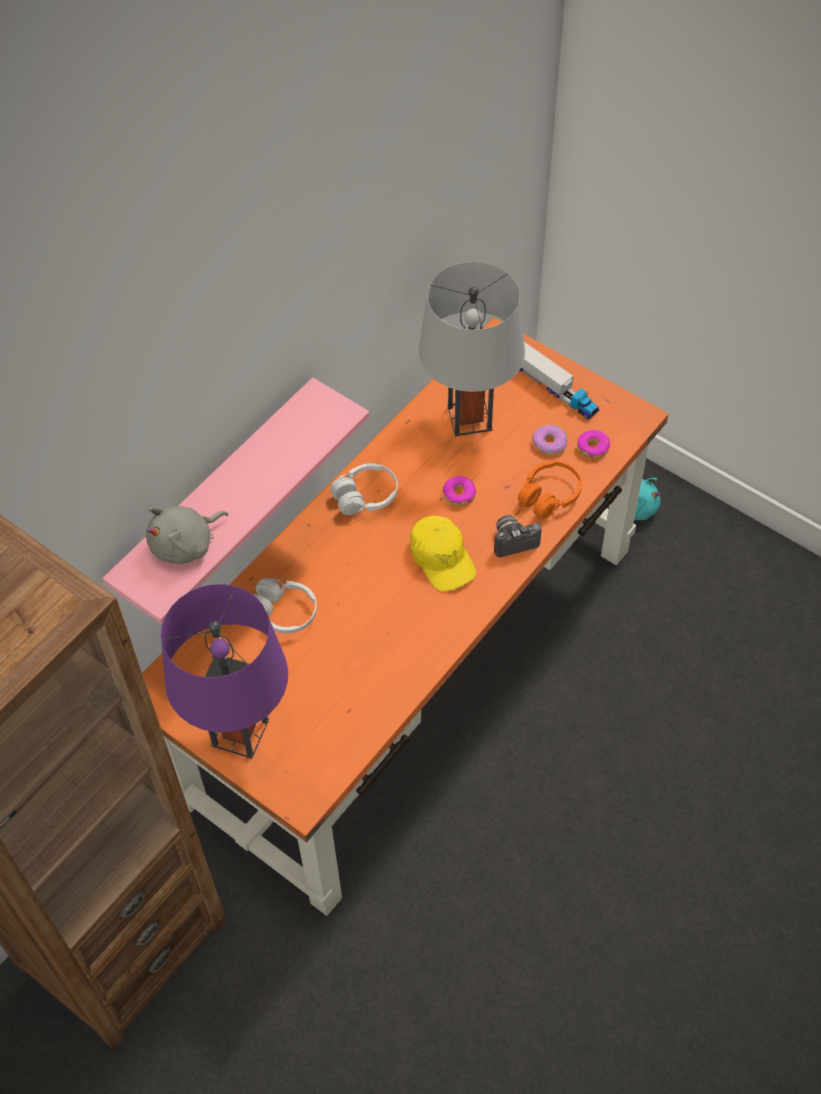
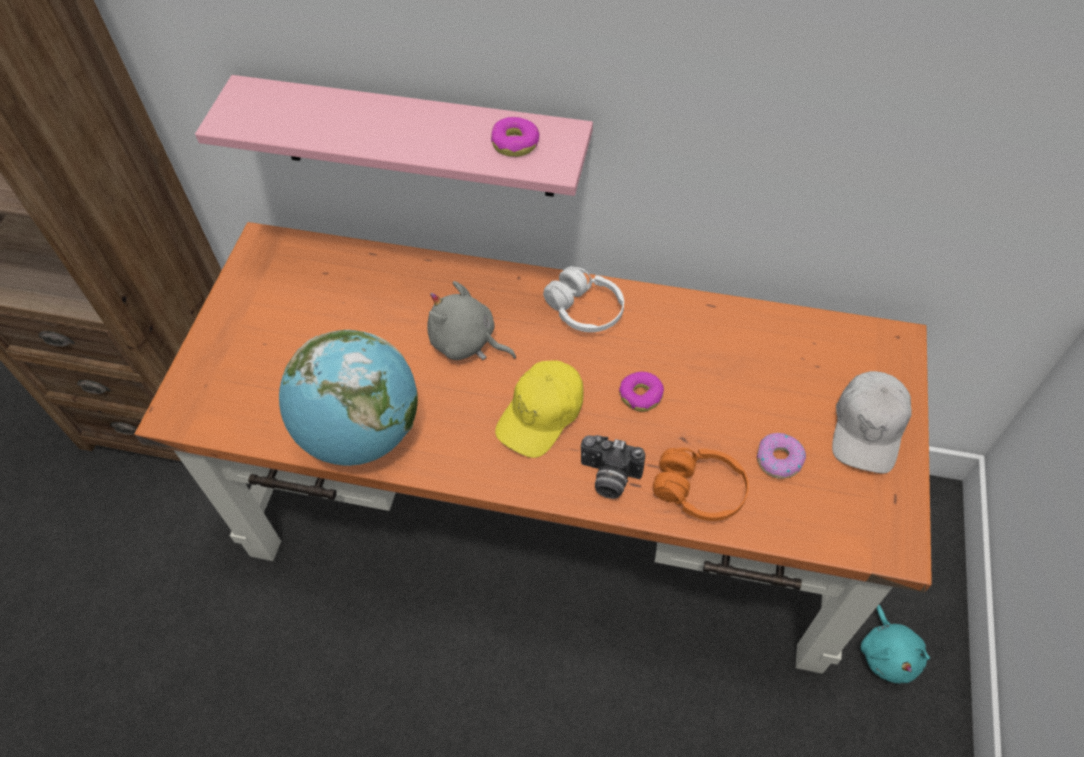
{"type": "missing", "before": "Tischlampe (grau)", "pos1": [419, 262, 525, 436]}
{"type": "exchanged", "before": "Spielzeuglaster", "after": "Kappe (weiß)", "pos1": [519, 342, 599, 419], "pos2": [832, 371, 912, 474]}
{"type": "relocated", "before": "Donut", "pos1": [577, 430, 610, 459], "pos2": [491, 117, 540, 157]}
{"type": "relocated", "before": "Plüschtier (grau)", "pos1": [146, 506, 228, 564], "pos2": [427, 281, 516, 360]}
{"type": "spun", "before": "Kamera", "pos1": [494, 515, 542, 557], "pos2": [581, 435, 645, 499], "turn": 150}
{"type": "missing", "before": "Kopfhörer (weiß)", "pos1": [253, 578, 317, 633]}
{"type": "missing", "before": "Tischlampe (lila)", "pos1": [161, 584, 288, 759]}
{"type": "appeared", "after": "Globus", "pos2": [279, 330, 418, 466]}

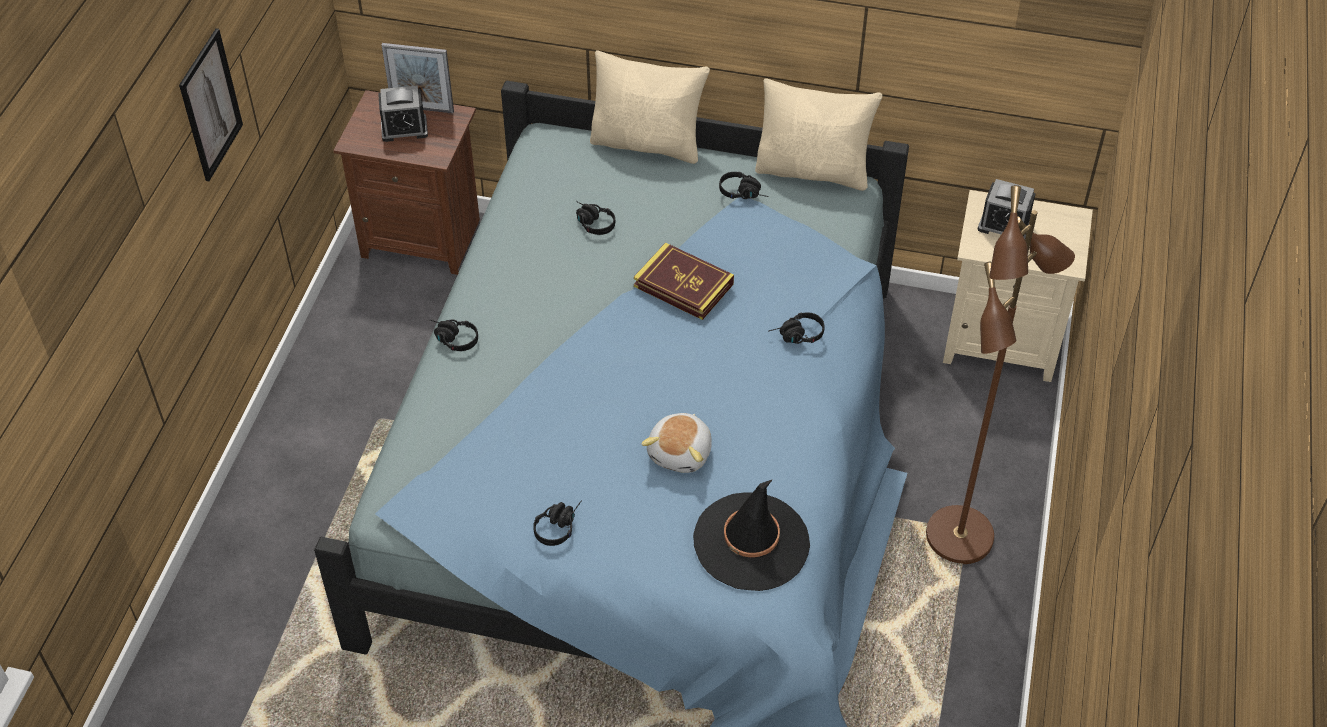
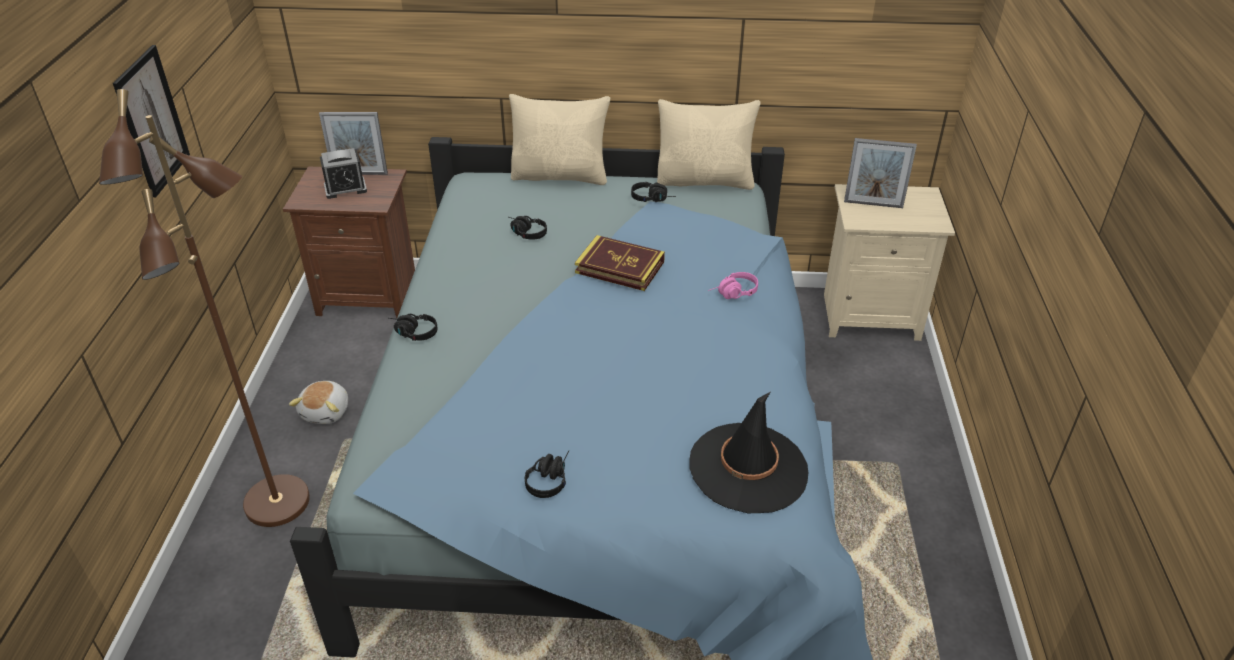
{"type": "exchanged", "before": "Wecker", "after": "Bilderrahmen", "pos1": [978, 179, 1036, 239], "pos2": [844, 138, 917, 208]}
{"type": "relocated", "before": "Stehlampe (braun)", "pos1": [926, 185, 1075, 564], "pos2": [99, 89, 310, 527]}
{"type": "colour", "before": "Kopfhörer (schwarz)", "after": "Kopfhörer (rosa)", "pos1": [768, 312, 825, 344], "pos2": [708, 272, 758, 299]}
{"type": "relocated", "before": "Plüschtier", "pos1": [641, 413, 712, 473], "pos2": [289, 381, 348, 424]}

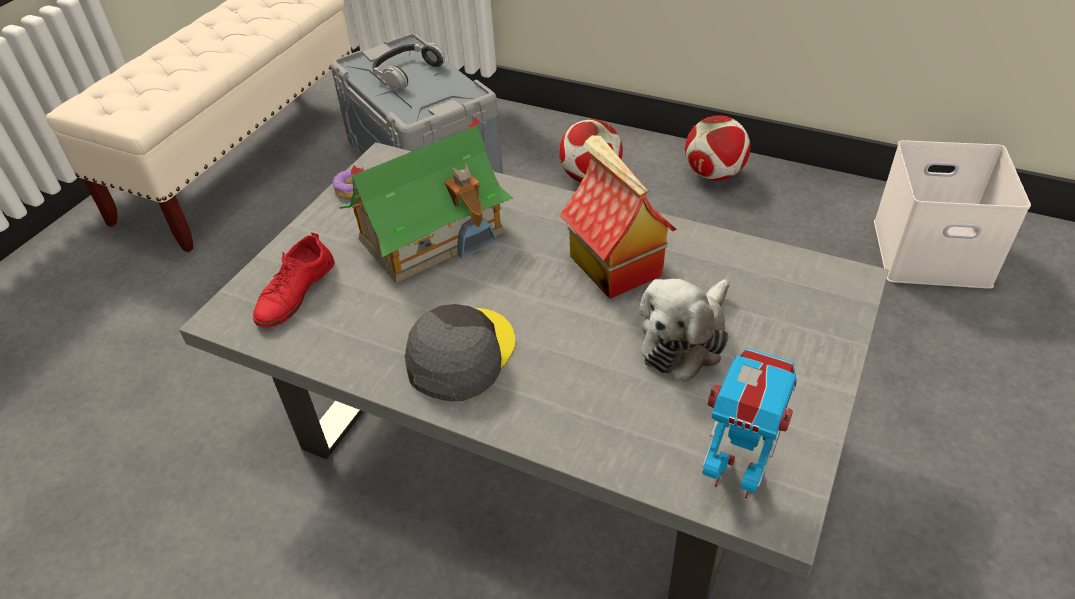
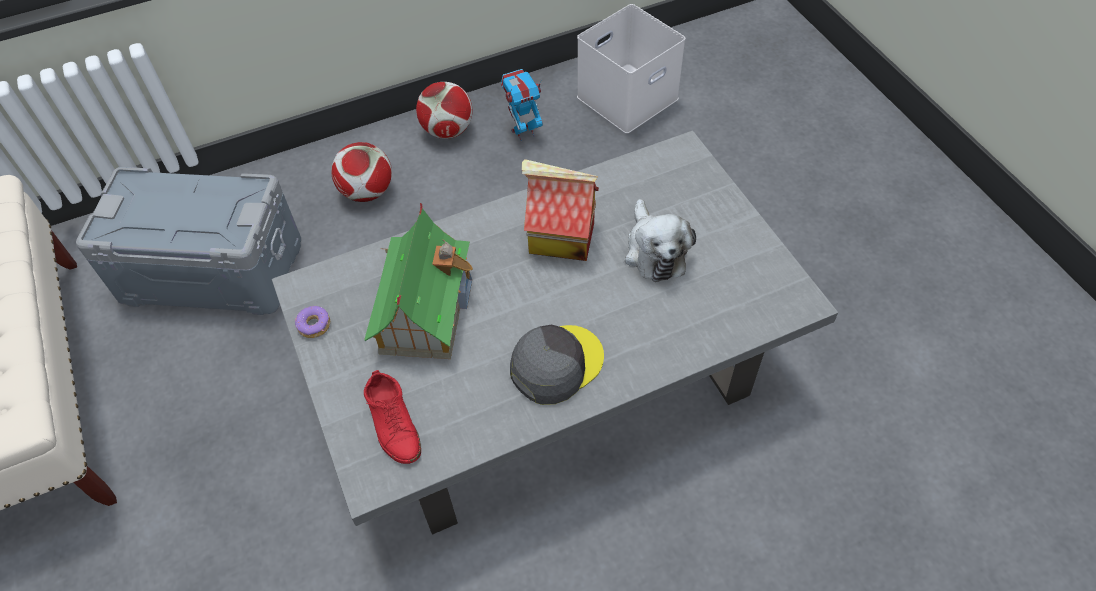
{"type": "missing", "before": "Kopfhörer", "pos1": [372, 43, 445, 90]}
{"type": "spun", "before": "Kappe (grau)", "pos1": [405, 304, 515, 402], "pos2": [510, 325, 604, 405], "turn": 75}
{"type": "relocated", "before": "Spielzeugroboter", "pos1": [702, 348, 797, 498], "pos2": [501, 69, 543, 141]}

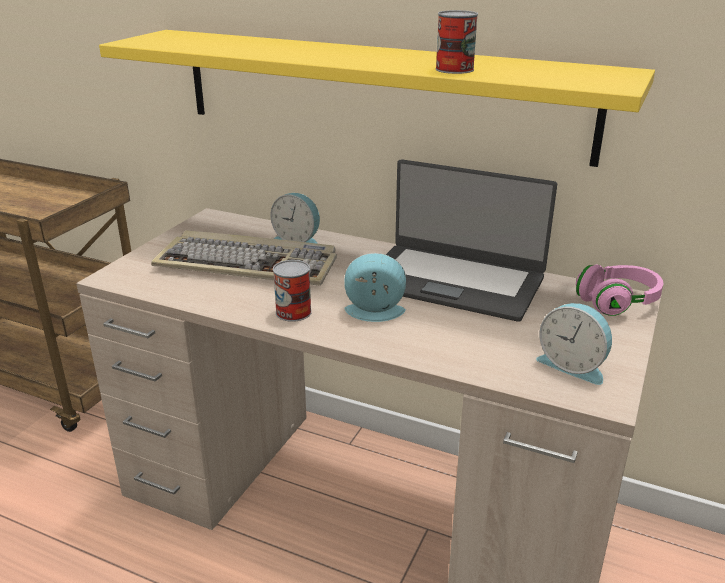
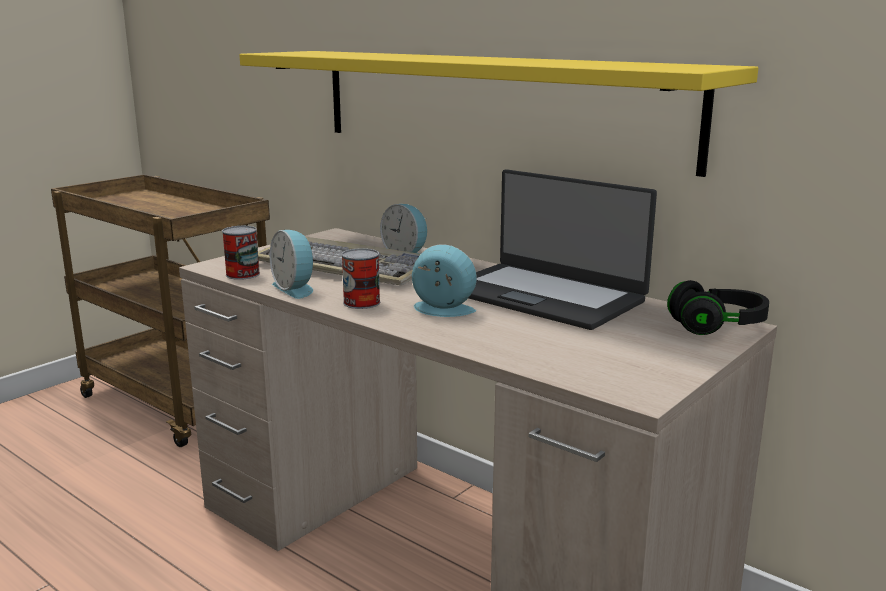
{"type": "relocated", "before": "Dose", "pos1": [435, 10, 478, 74], "pos2": [222, 226, 260, 280]}
{"type": "colour", "before": "Kopfhörer (rosa)", "after": "Kopfhörer (schwarz)", "pos1": [576, 265, 663, 316], "pos2": [667, 280, 769, 335]}
{"type": "relocated", "before": "Wecker", "pos1": [536, 303, 612, 385], "pos2": [270, 230, 315, 299]}

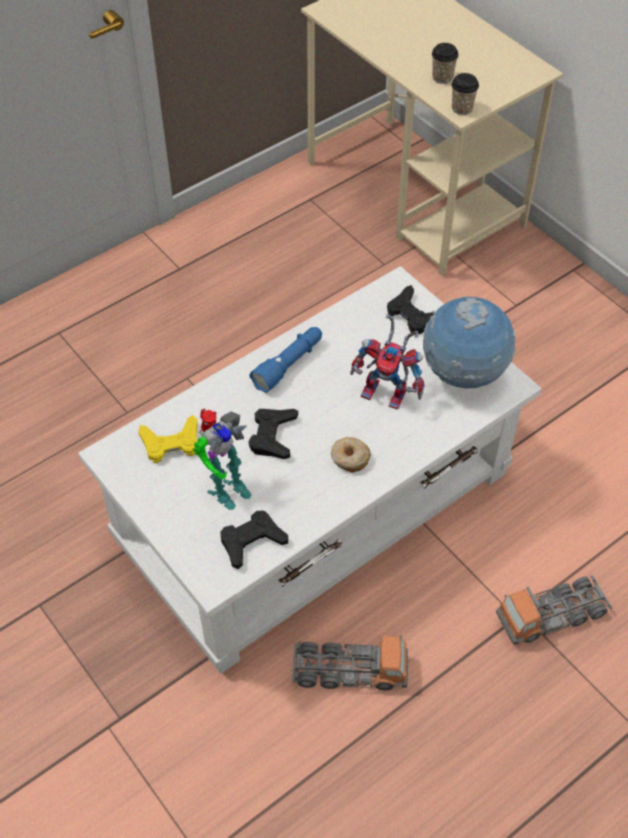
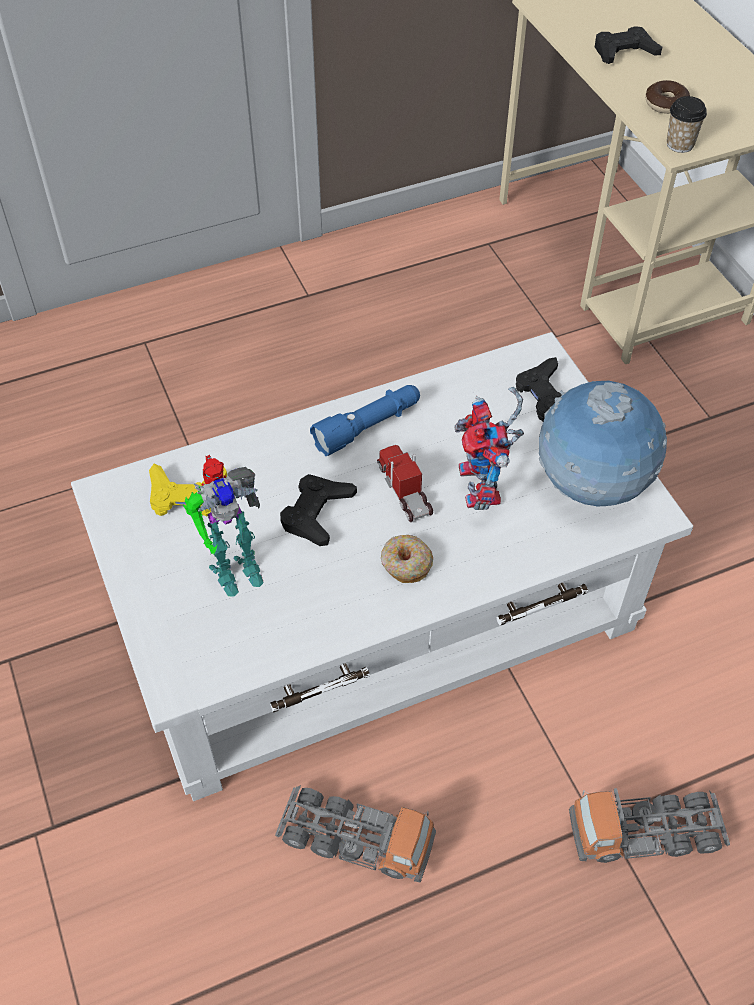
{"type": "exchanged", "before": "Tasse", "after": "Donut", "pos1": [432, 43, 459, 84], "pos2": [645, 80, 690, 114]}
{"type": "spun", "before": "Spielzeugroboter", "pos1": [350, 314, 425, 409], "pos2": [454, 387, 524, 510], "turn": 45}
{"type": "relocated", "before": "Gamepad (schwarz)", "pos1": [220, 510, 288, 569], "pos2": [595, 26, 662, 64]}
{"type": "appeared", "after": "Spielzeuglaster", "pos2": [377, 445, 433, 522]}

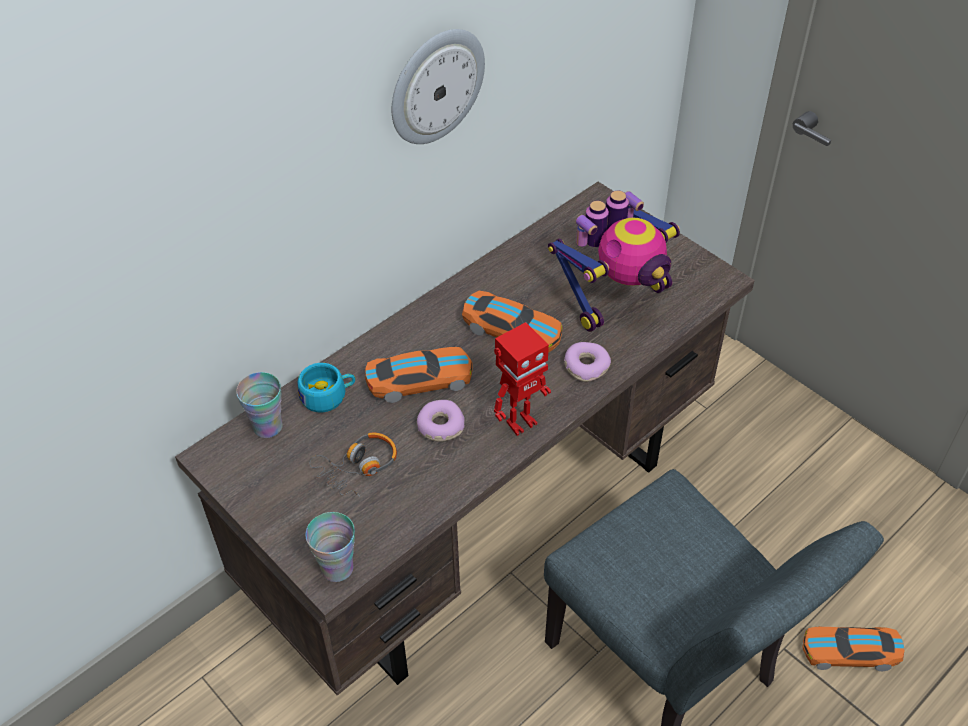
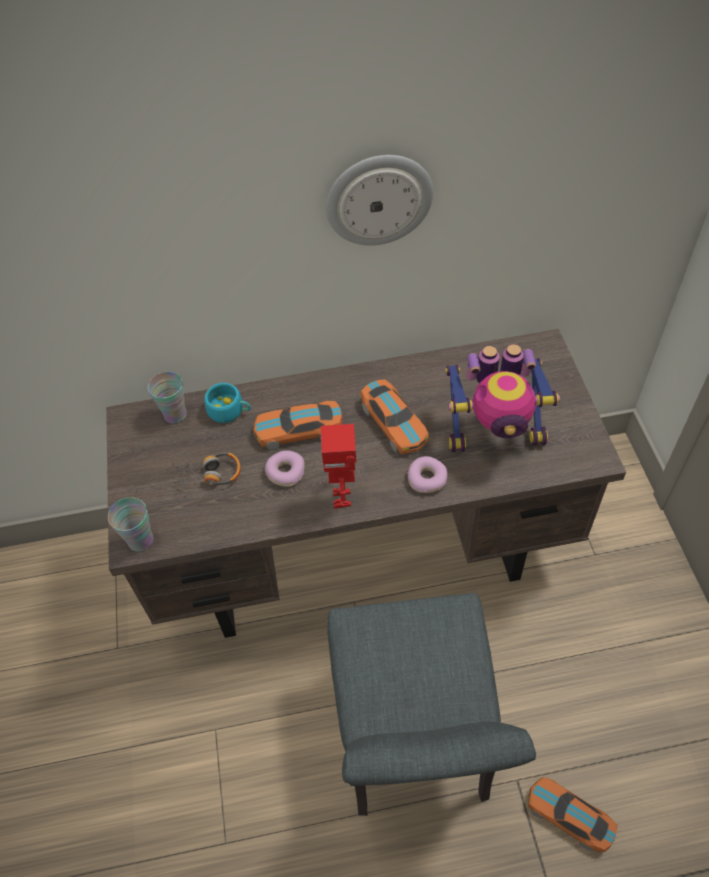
{"type": "spun", "before": "Spielzeugroboter", "pos1": [494, 322, 551, 436], "pos2": [321, 424, 356, 509], "turn": 90}
{"type": "spun", "before": "Spielzeugauto", "pos1": [365, 347, 473, 403], "pos2": [253, 401, 343, 450], "turn": 150}

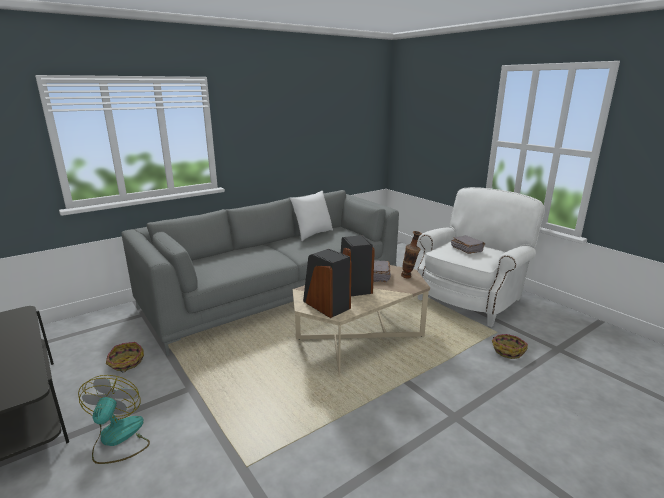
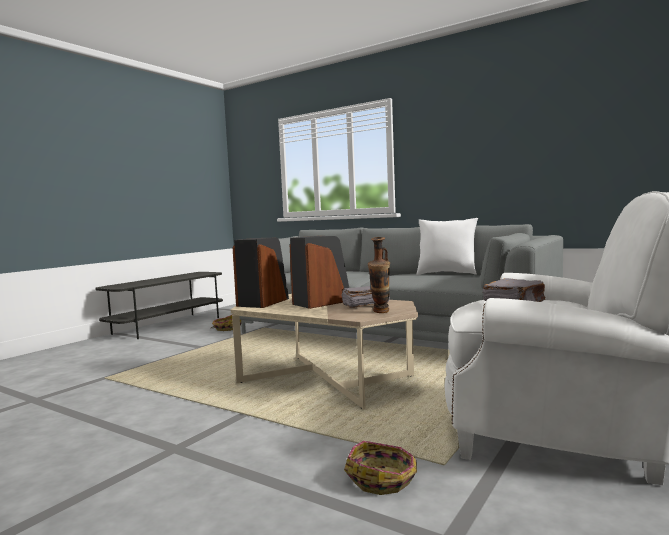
{"type": "missing", "before": "Ventilator", "pos1": [78, 375, 150, 464]}

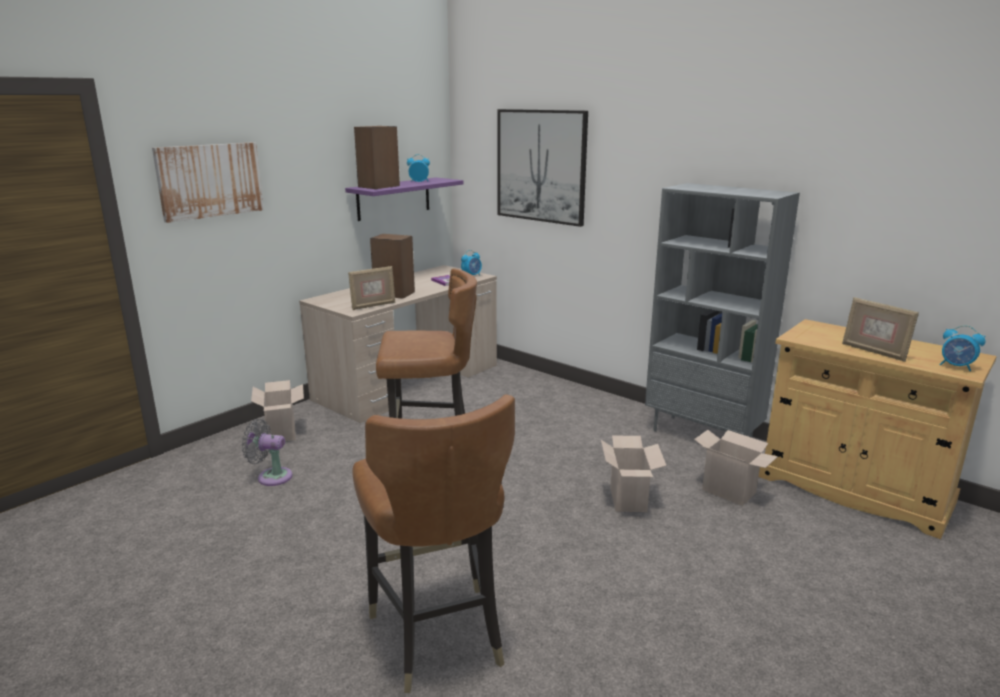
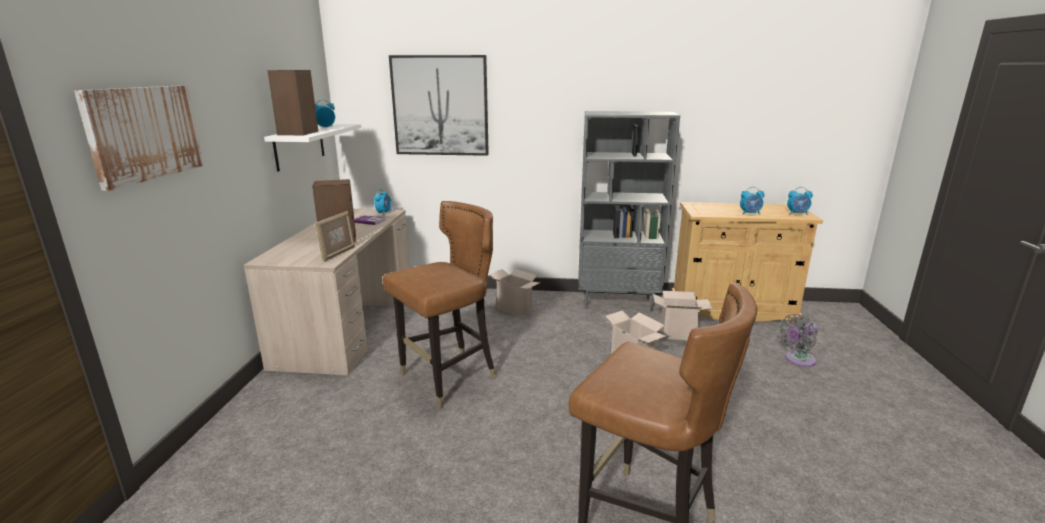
{"type": "colour", "before": "Wandregal (lila)", "after": "Wandregal (weiß)", "pos1": [345, 177, 463, 221], "pos2": [264, 124, 361, 172]}
{"type": "exchanged", "before": "Bilderrahmen", "after": "Wecker", "pos1": [842, 297, 919, 362], "pos2": [740, 187, 764, 215]}
{"type": "relocated", "before": "Karton", "pos1": [251, 380, 304, 441], "pos2": [489, 269, 539, 317]}
{"type": "relocated", "before": "Ventilator (grau)", "pos1": [242, 419, 293, 486], "pos2": [780, 314, 818, 367]}

